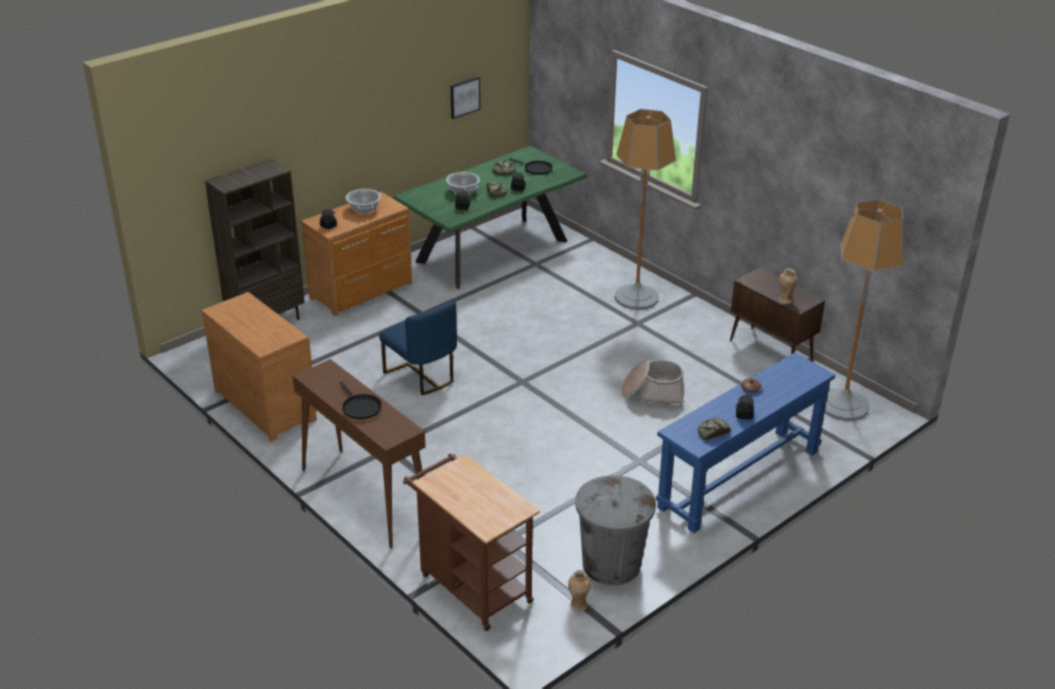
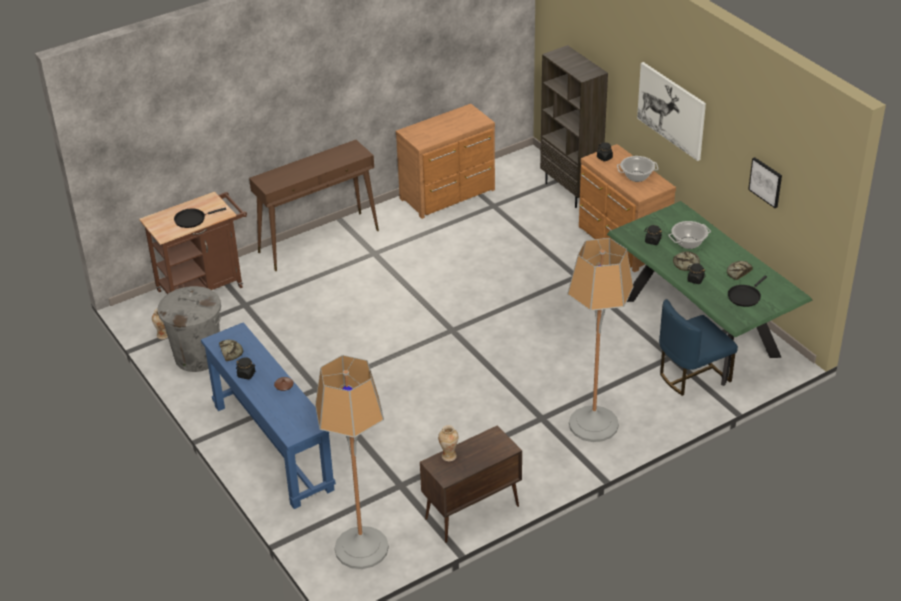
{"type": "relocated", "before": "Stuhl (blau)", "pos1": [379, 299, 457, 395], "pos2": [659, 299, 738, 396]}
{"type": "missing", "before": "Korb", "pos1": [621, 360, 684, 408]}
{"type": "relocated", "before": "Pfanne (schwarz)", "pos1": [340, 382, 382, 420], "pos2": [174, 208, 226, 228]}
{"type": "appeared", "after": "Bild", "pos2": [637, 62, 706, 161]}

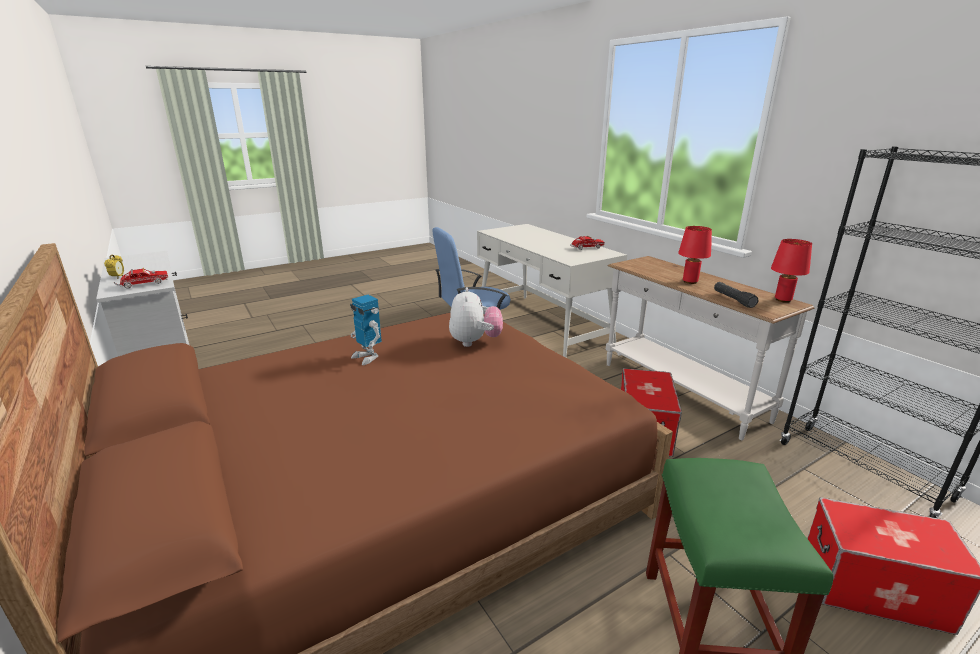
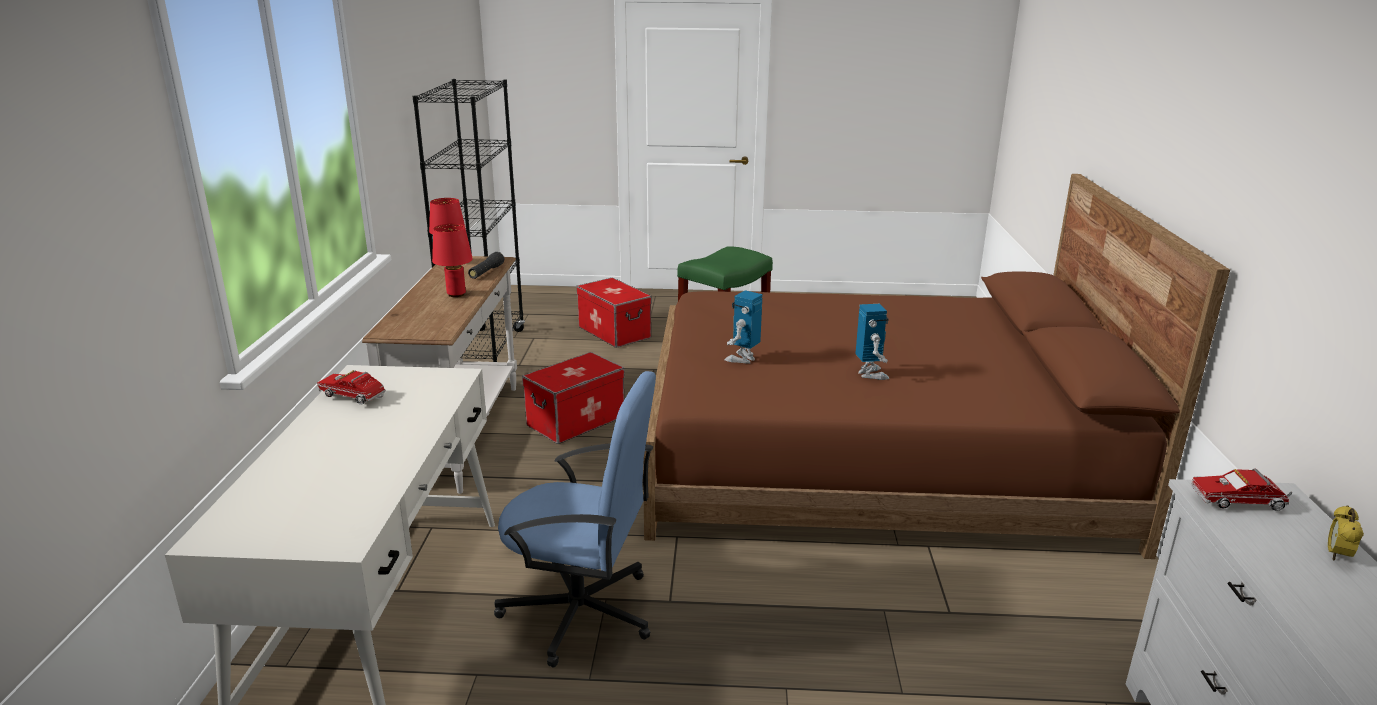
{"type": "exchanged", "before": "Plüschtier", "after": "Spielzeugroboter", "pos1": [449, 287, 503, 347], "pos2": [725, 290, 763, 363]}

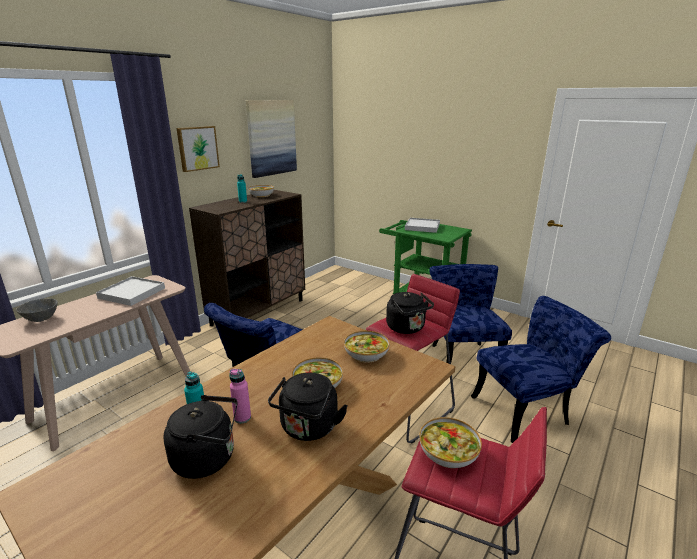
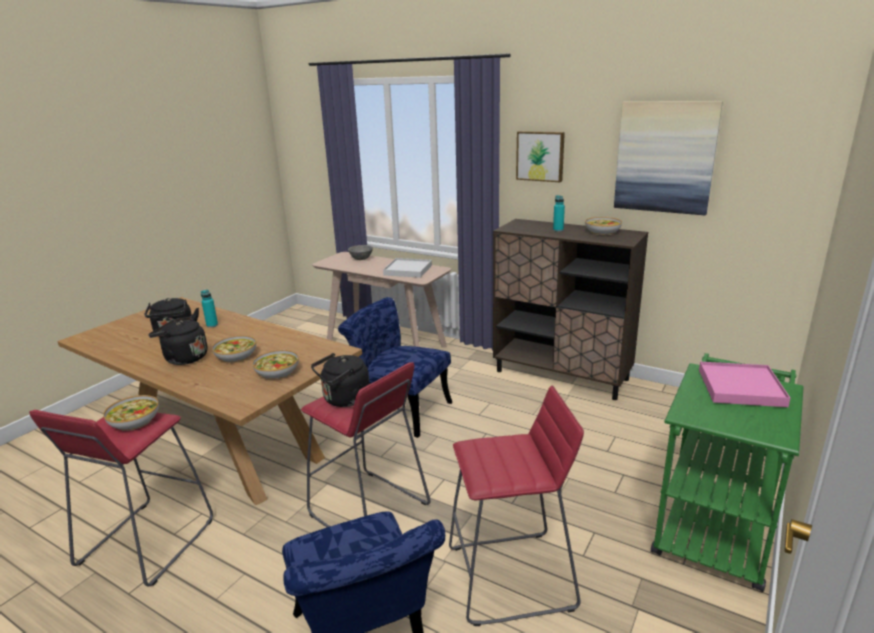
{"type": "colour", "before": "Tablett (weiß)", "after": "Tablett (rosa)", "pos1": [405, 218, 440, 233], "pos2": [699, 362, 791, 407]}
{"type": "exchanged", "before": "Stuhl (blau)", "after": "Hocker (rot)", "pos1": [429, 264, 512, 363], "pos2": [449, 386, 584, 626]}
{"type": "missing", "before": "Flasche (rosa)", "pos1": [229, 369, 251, 423]}

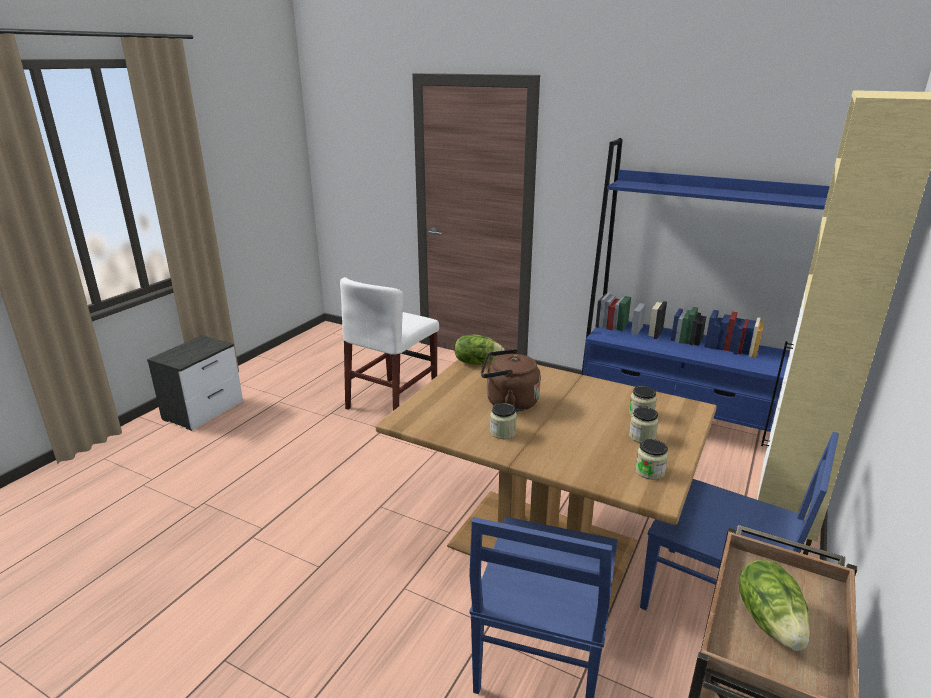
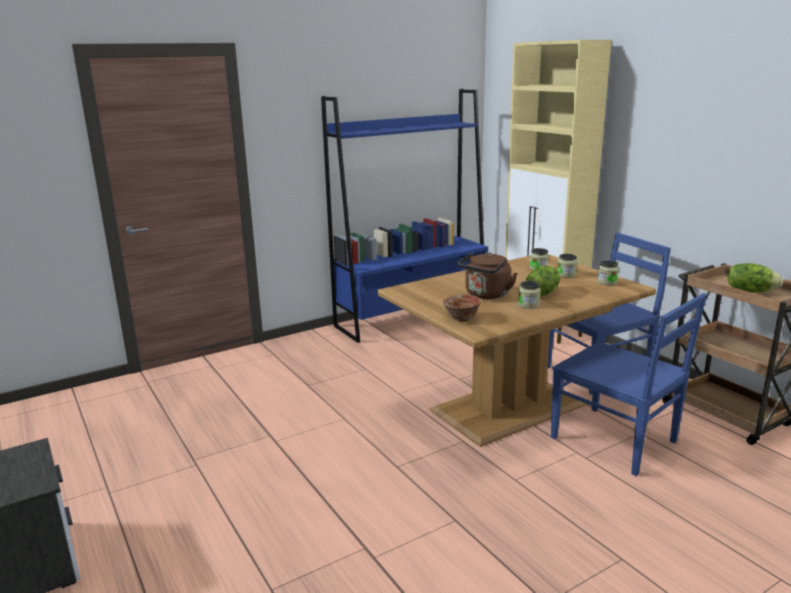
{"type": "missing", "before": "Stuhl (weiß)", "pos1": [340, 277, 439, 411]}
{"type": "relocated", "before": "Salatkopf", "pos1": [454, 335, 505, 365], "pos2": [526, 266, 560, 296]}
{"type": "appeared", "after": "Schüssel", "pos2": [443, 295, 481, 322]}

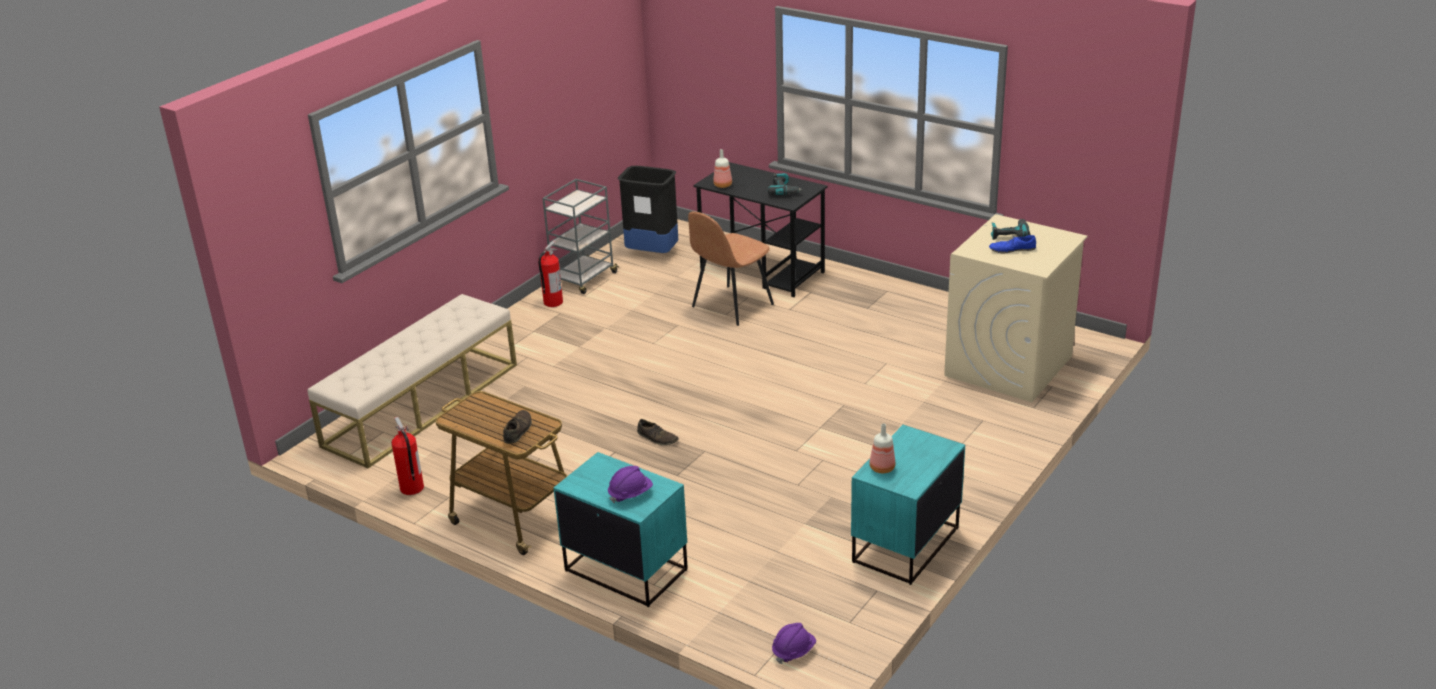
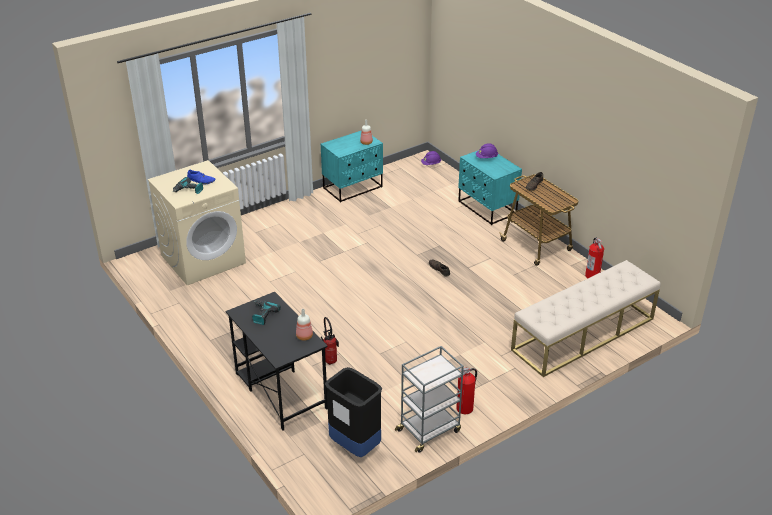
{"type": "exchanged", "before": "Stuhl (braun)", "after": "Feuerlöscher", "pos1": [688, 211, 774, 326], "pos2": [321, 317, 339, 365]}

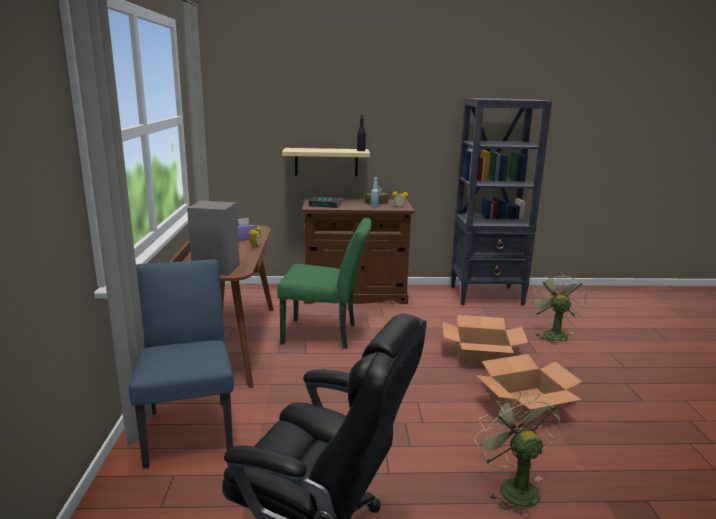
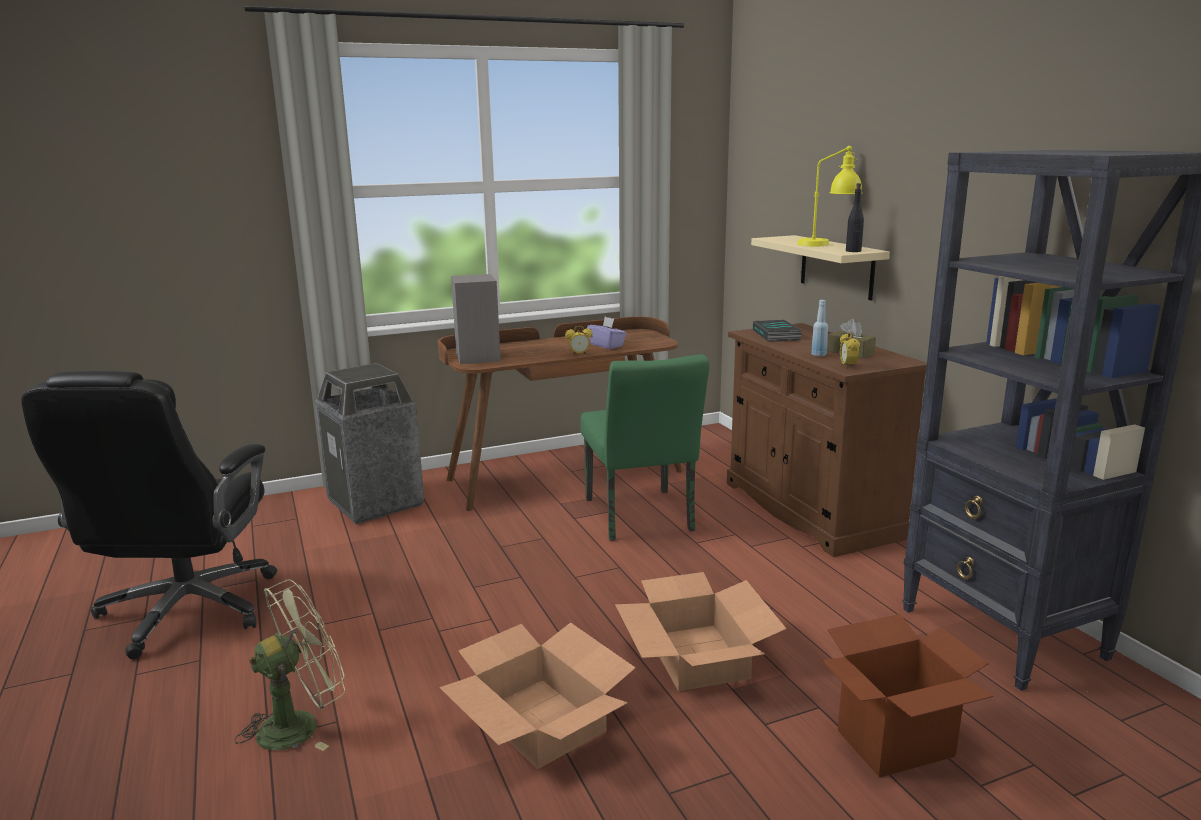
{"type": "exchanged", "before": "Stuhl (blau)", "after": "Mülleimer", "pos1": [129, 259, 234, 469], "pos2": [315, 363, 424, 524]}
{"type": "exchanged", "before": "Ventilator (grün)", "after": "Karton", "pos1": [530, 272, 587, 345], "pos2": [822, 614, 993, 778]}
{"type": "appeared", "after": "Tischlampe (gelb)", "pos2": [797, 146, 862, 246]}

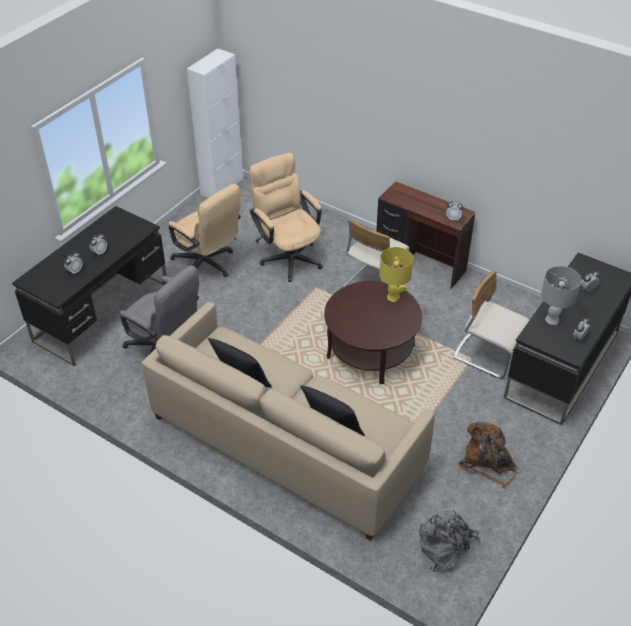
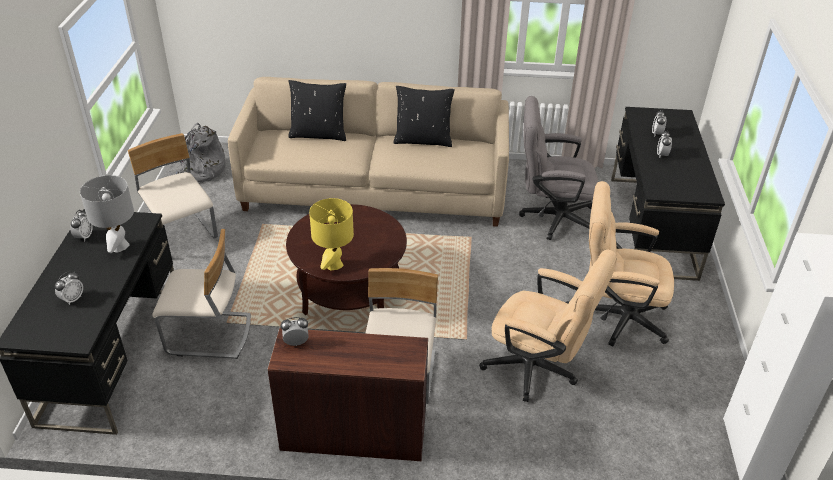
{"type": "exchanged", "before": "Rucksack (braun)", "after": "Stuhl (beige)", "pos1": [458, 422, 518, 489], "pos2": [128, 133, 218, 239]}

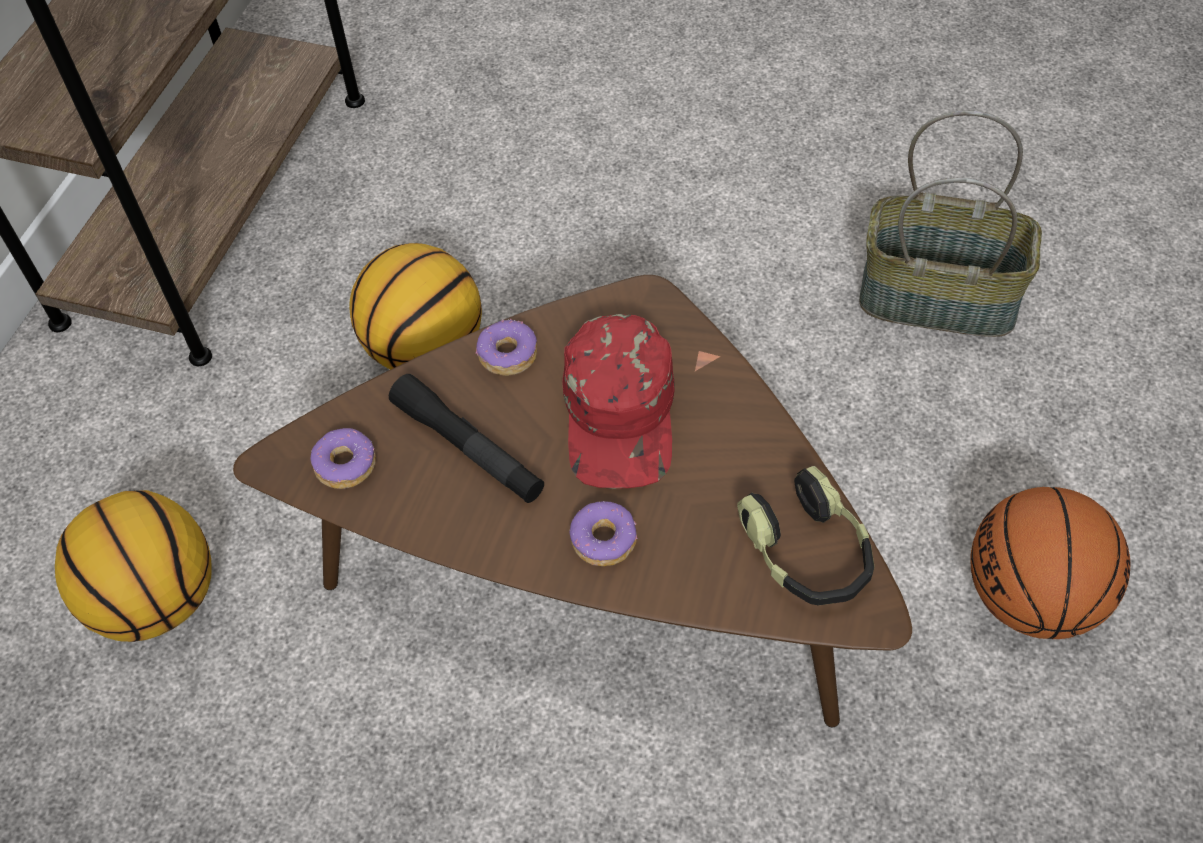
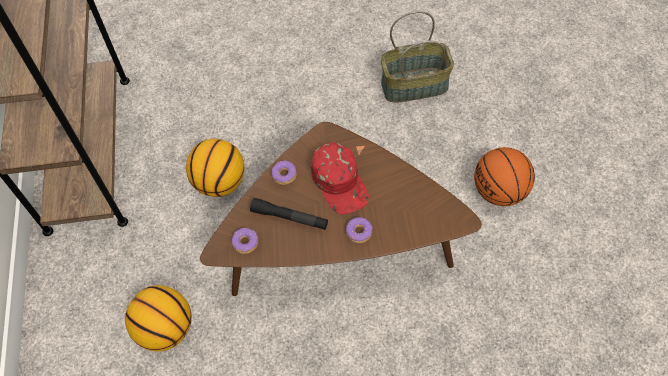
{"type": "missing", "before": "Kopfhörer", "pos1": [737, 466, 874, 605]}

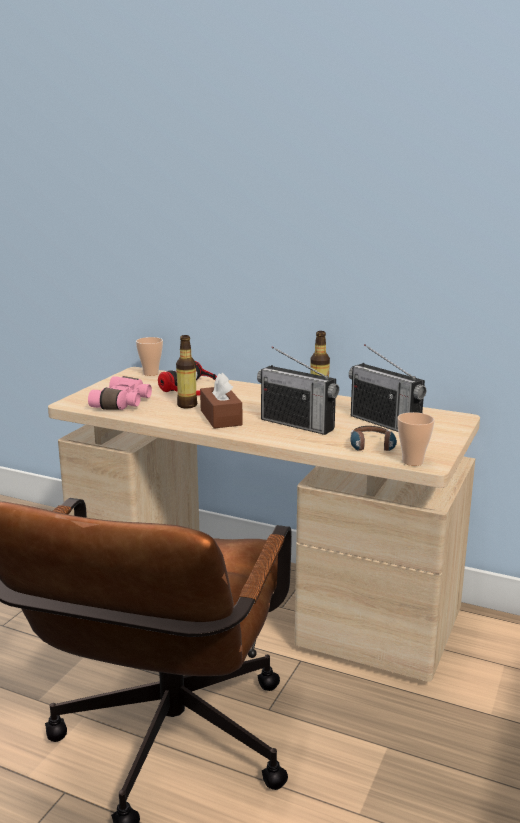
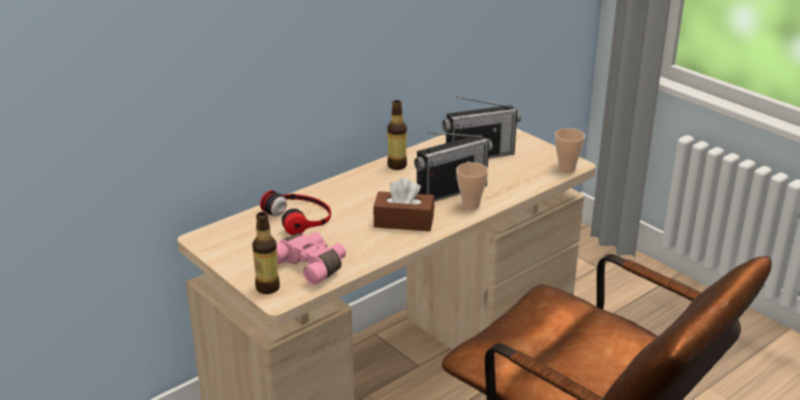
{"type": "relocated", "before": "Flasche", "pos1": [176, 335, 197, 408], "pos2": [252, 212, 280, 294]}
{"type": "relocated", "before": "Tasse", "pos1": [136, 337, 163, 376], "pos2": [456, 162, 488, 210]}
{"type": "missing", "before": "Kopfhörer", "pos1": [350, 426, 397, 452]}

